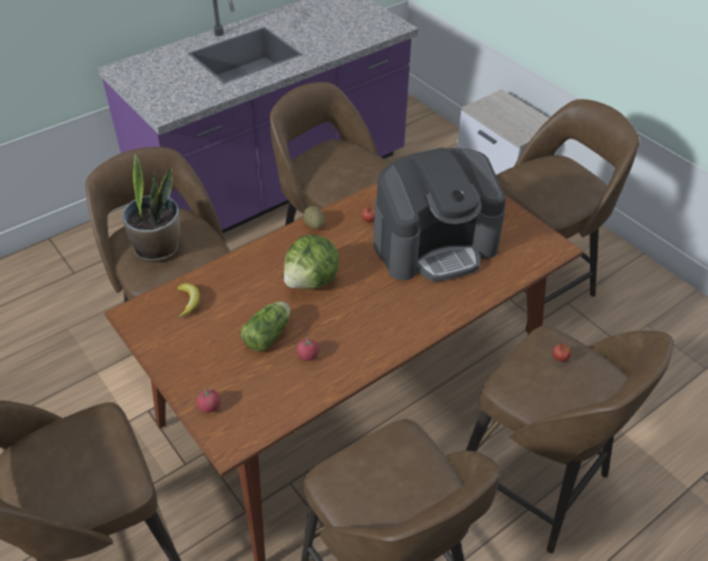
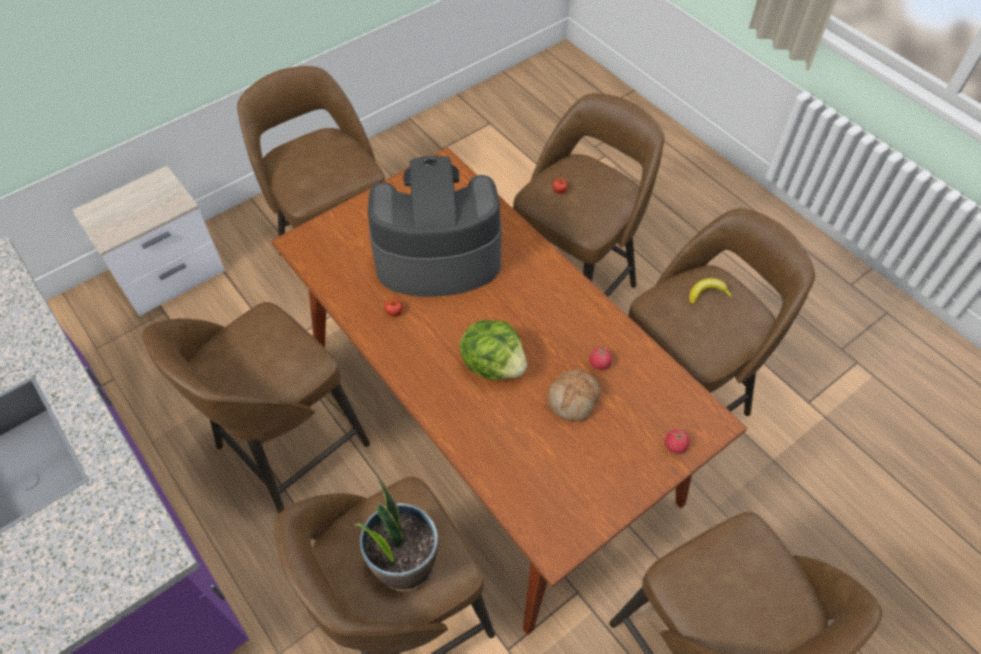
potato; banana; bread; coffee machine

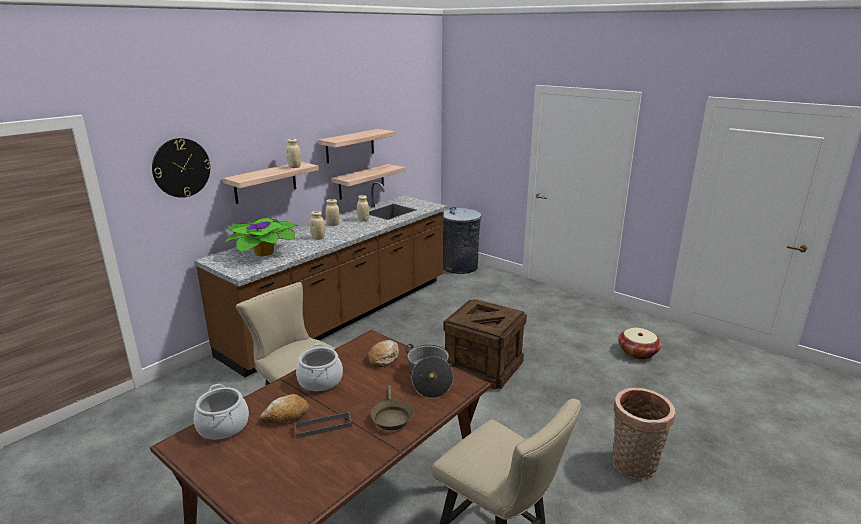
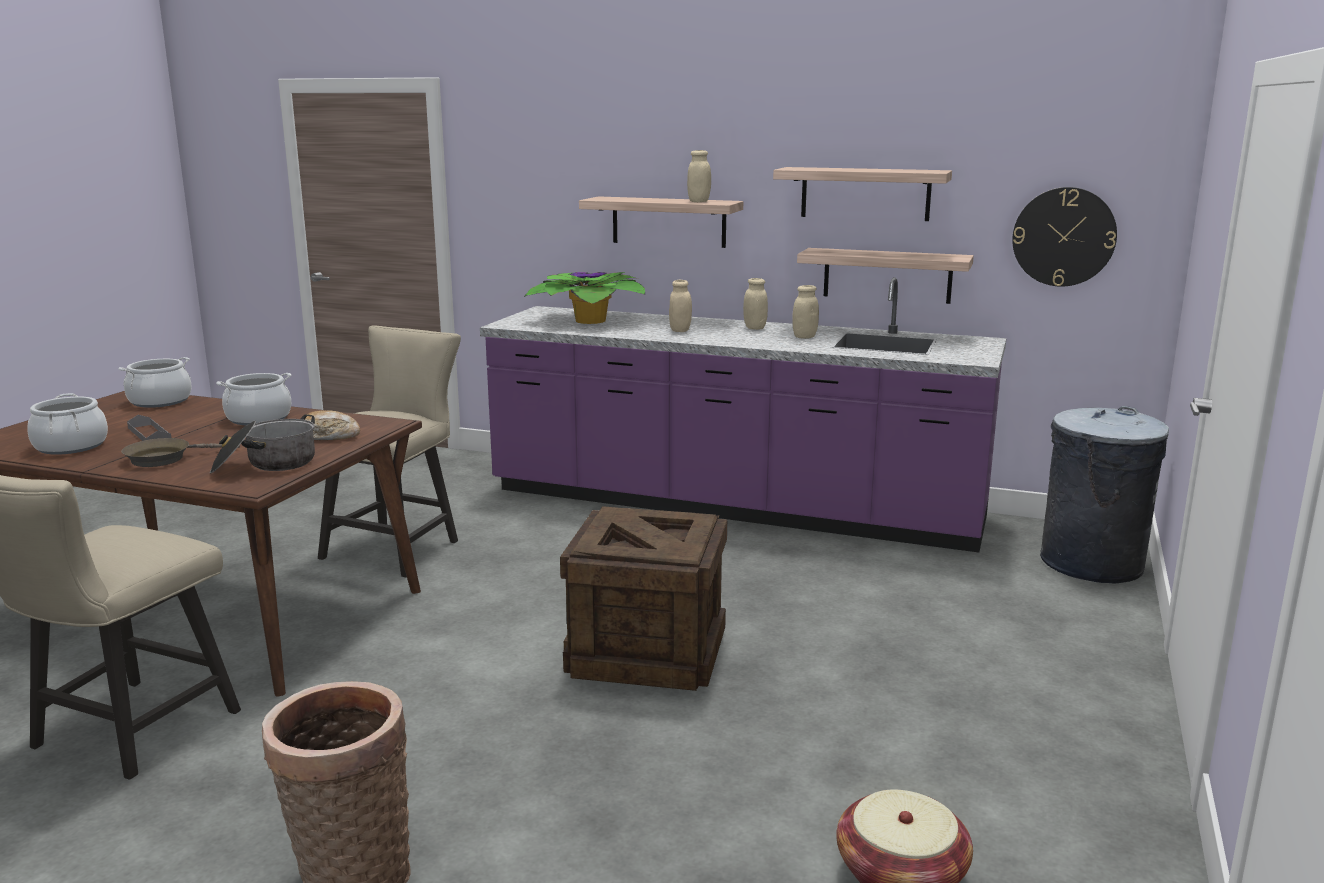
bread (1st from left in the first image); cooking pot (1st from left); wall clock; counter (purple)

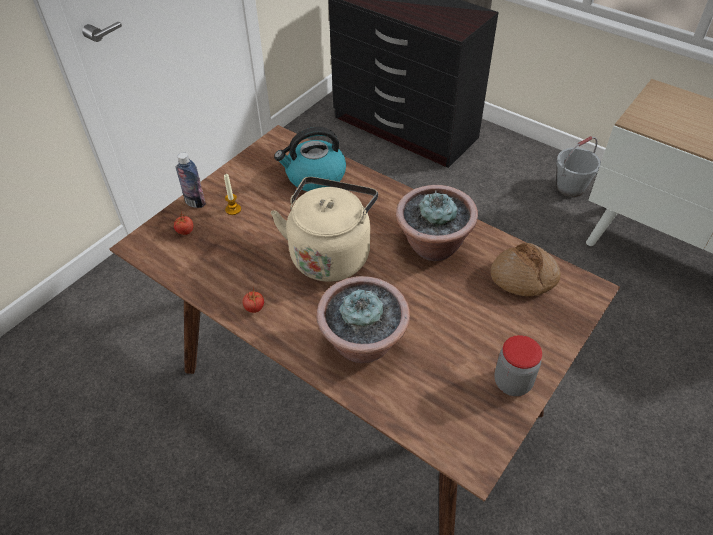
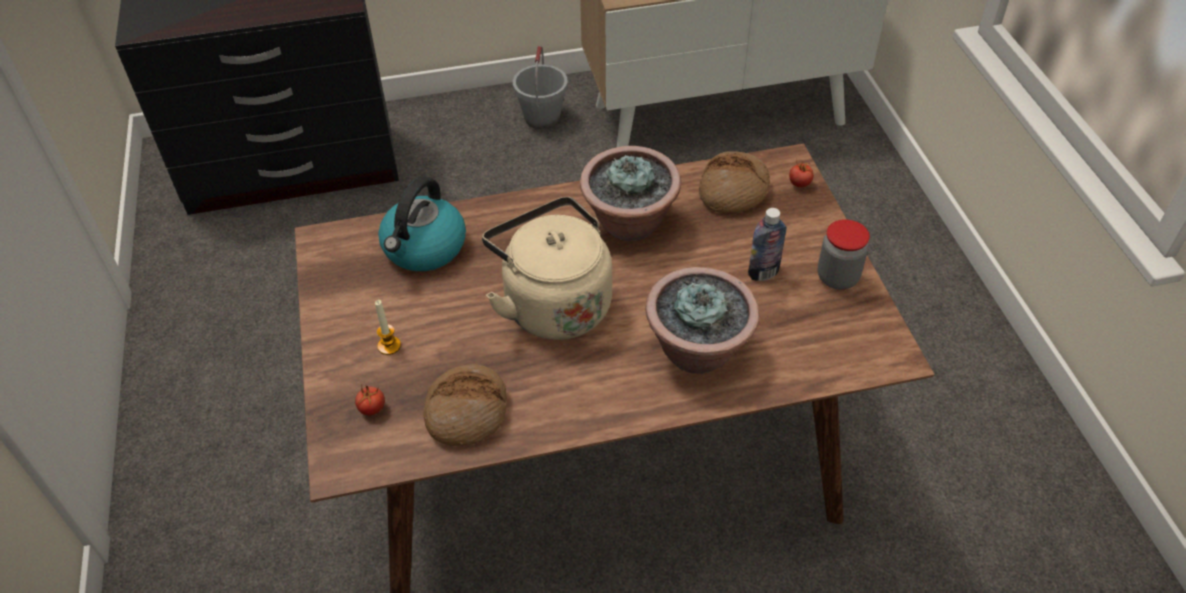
bread (1st from left); bottle; tomato (2nd from left)

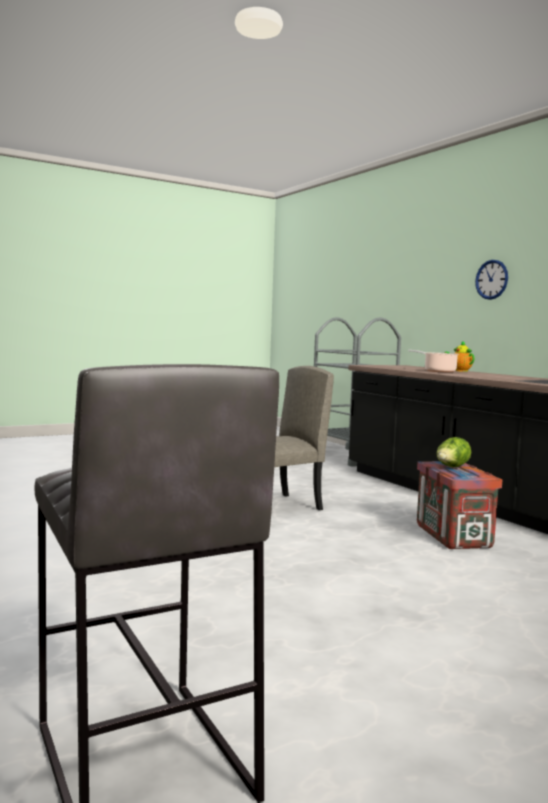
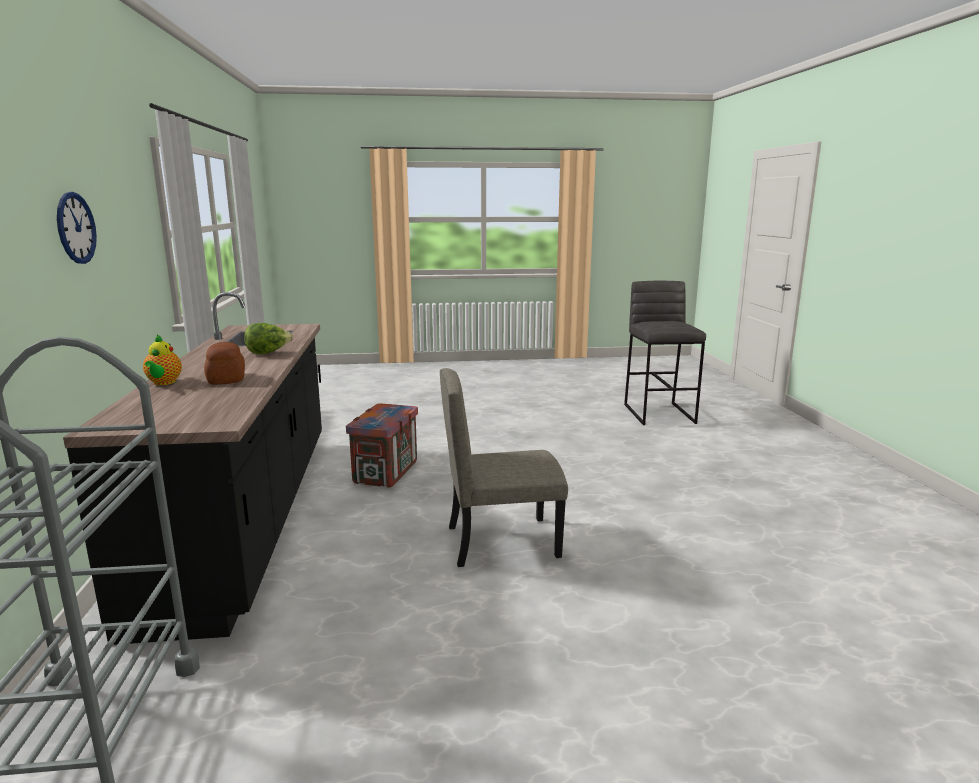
lettuce; bread

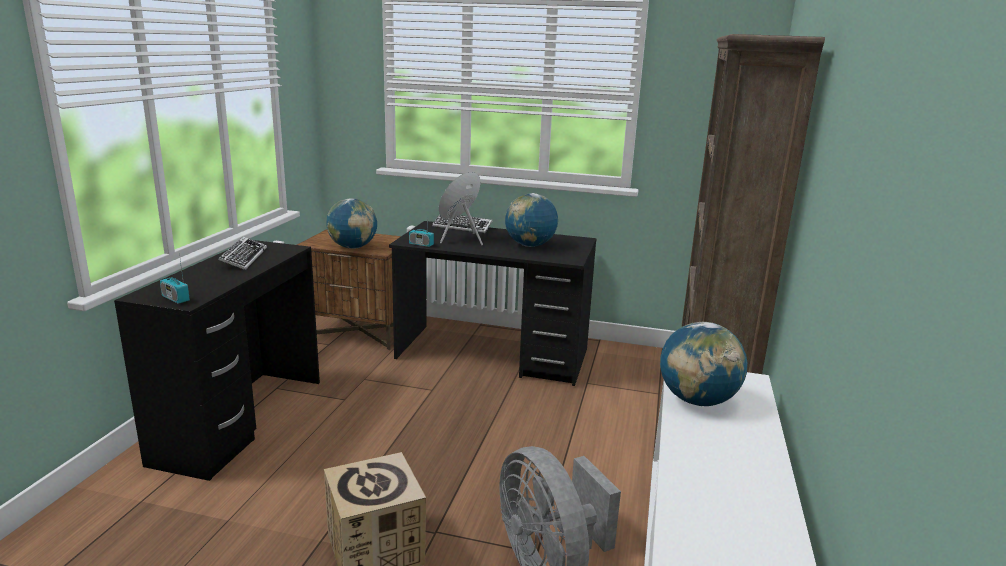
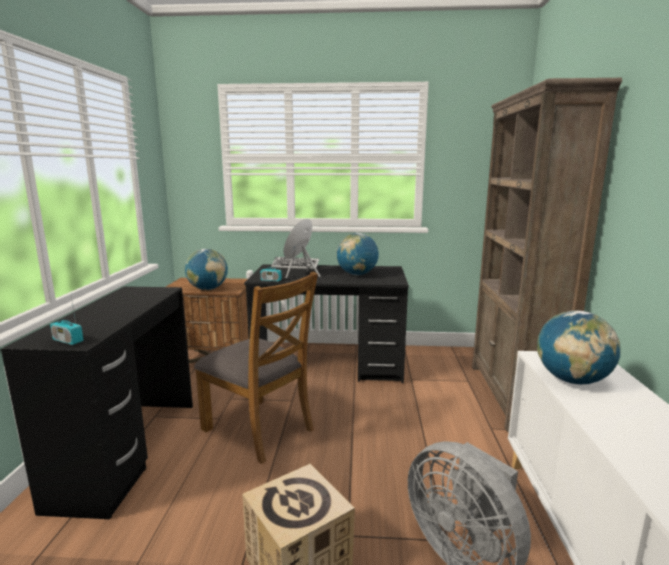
keyboard (1st from left in the first image); chair (brown)

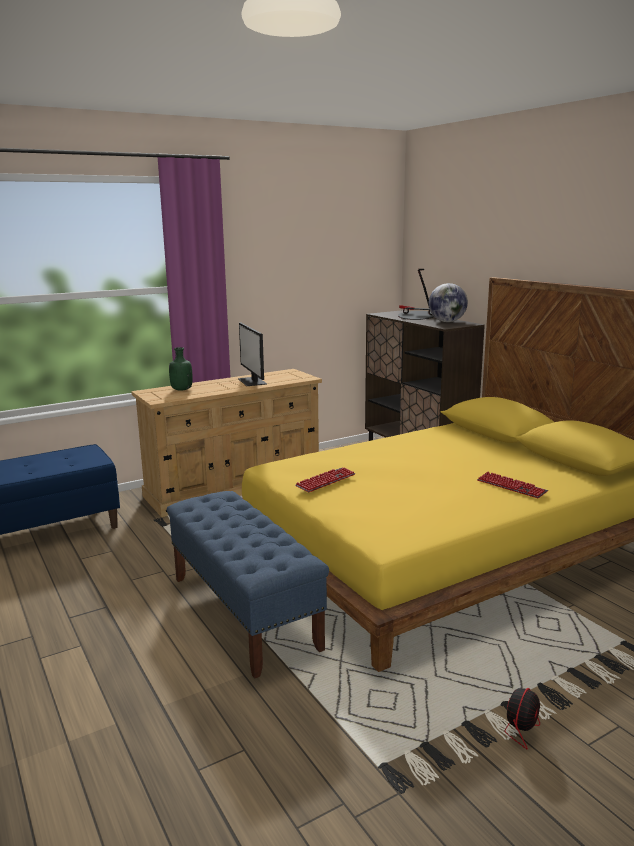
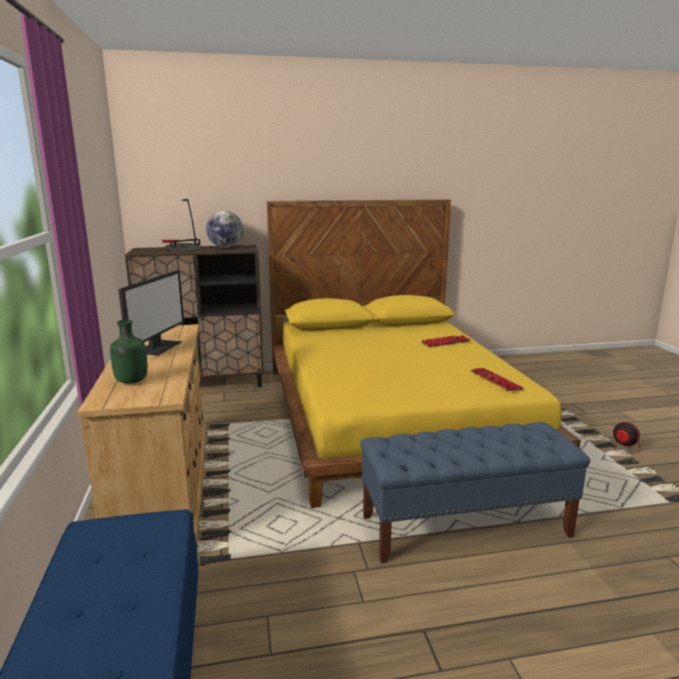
keyboard (2nd from left); monitor

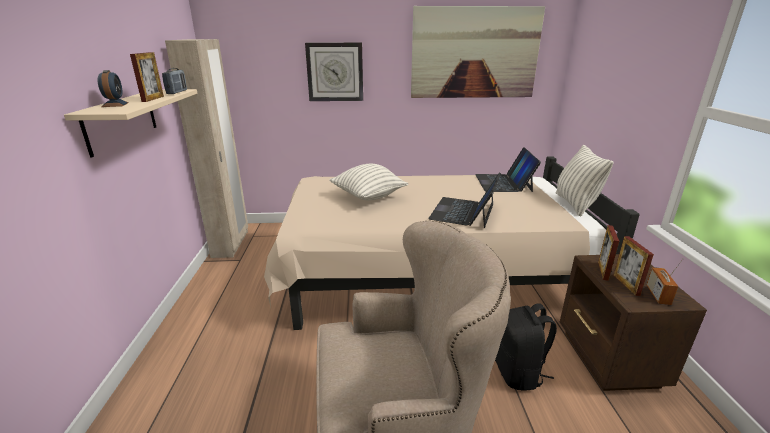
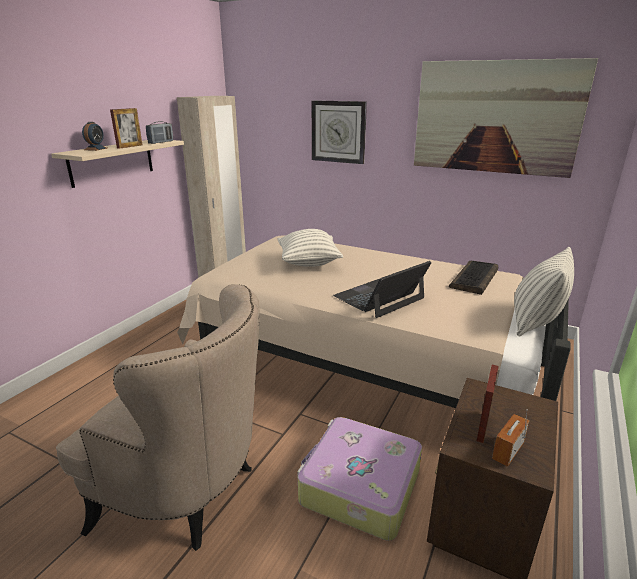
picture frame (2nd from left in the first image); keyboard; suitcase

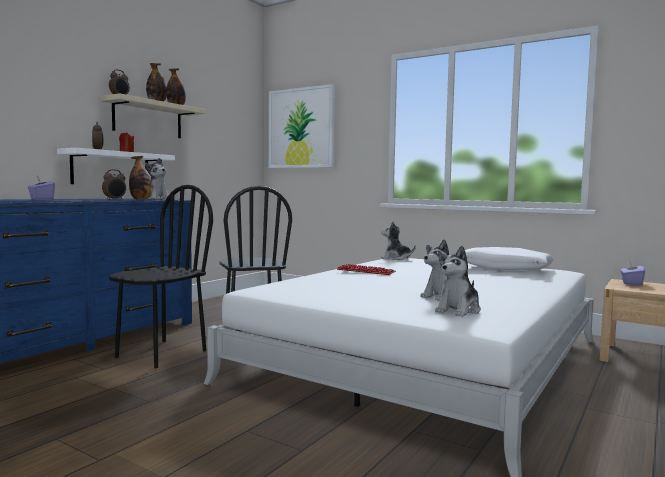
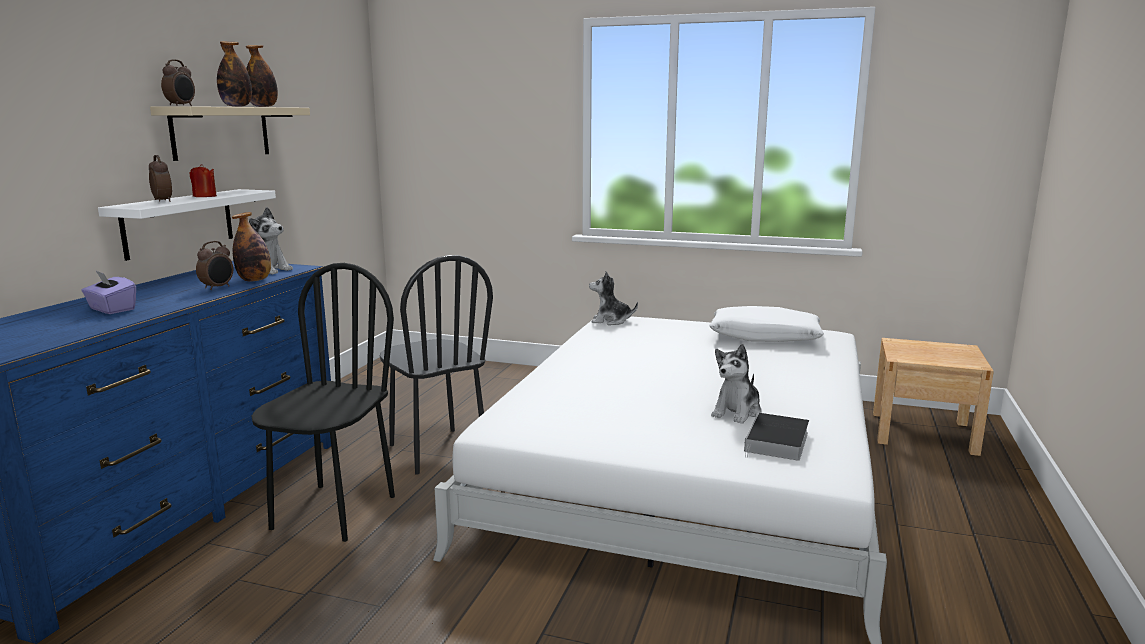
picture; keyboard; tissue box (purple) (2nd from left in the first image); book

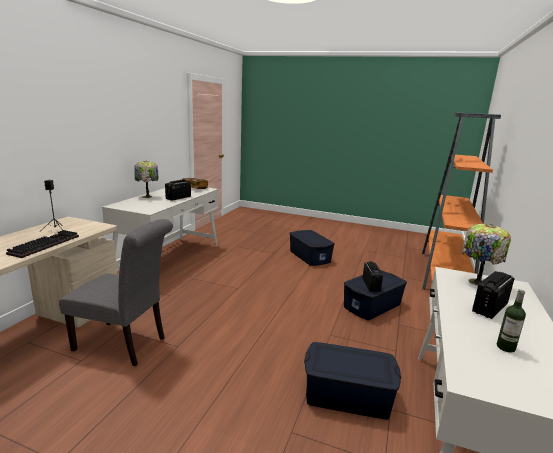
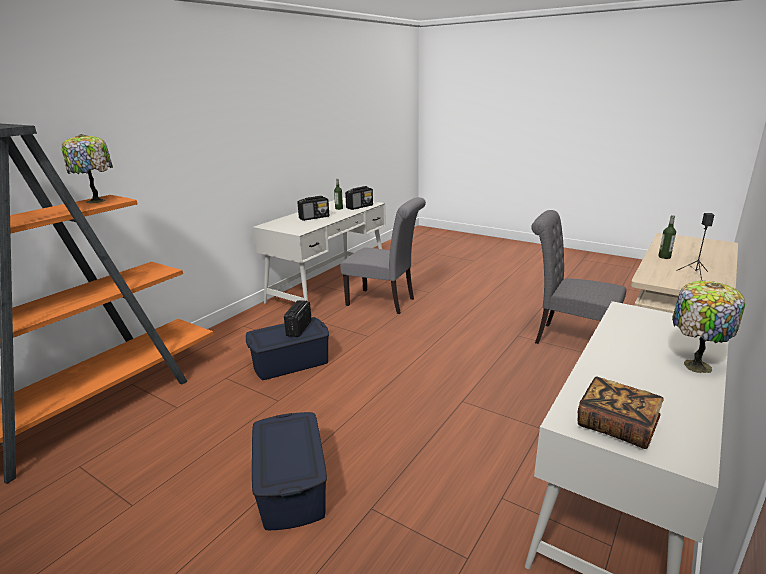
radio (3rd from left); table lamp (1st from left); bottle (2nd from left); chair (grey) (1st from left)

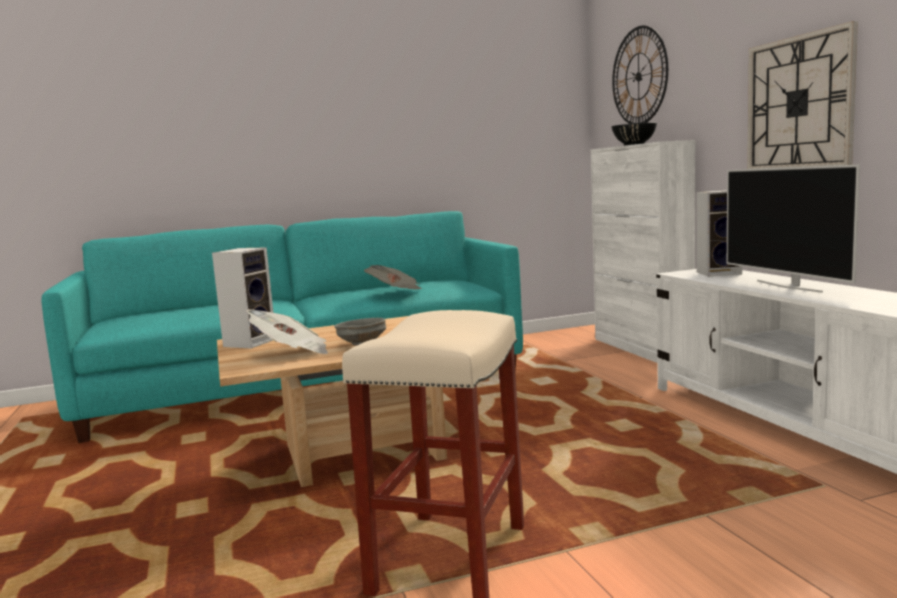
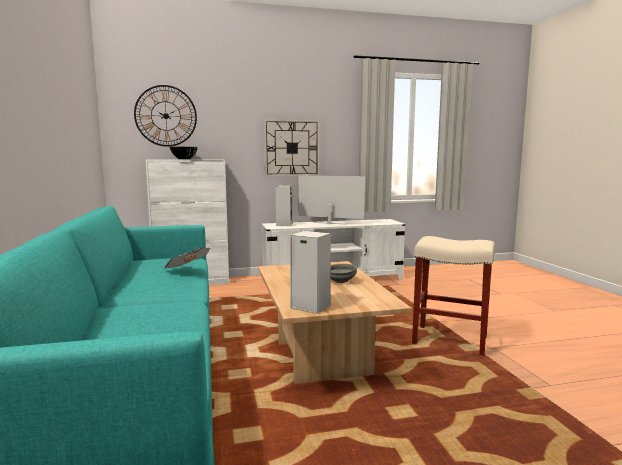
newspaper (1st from left in the first image); television

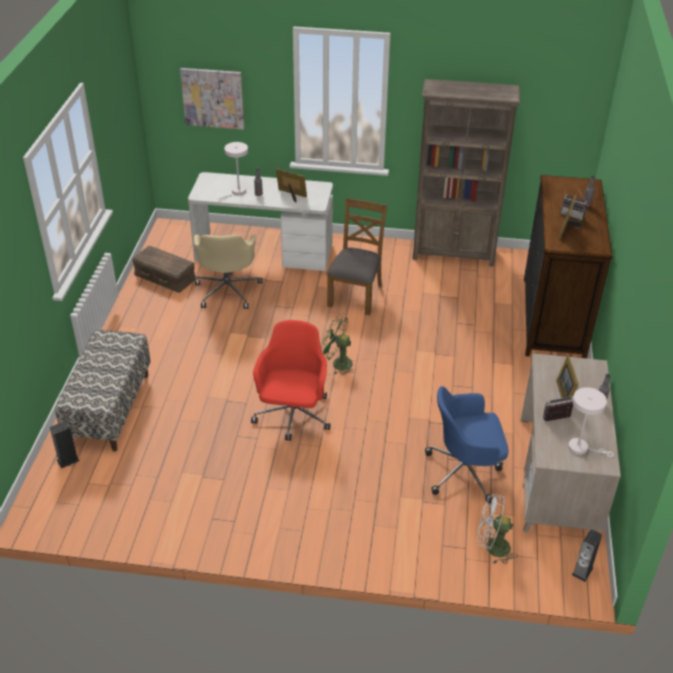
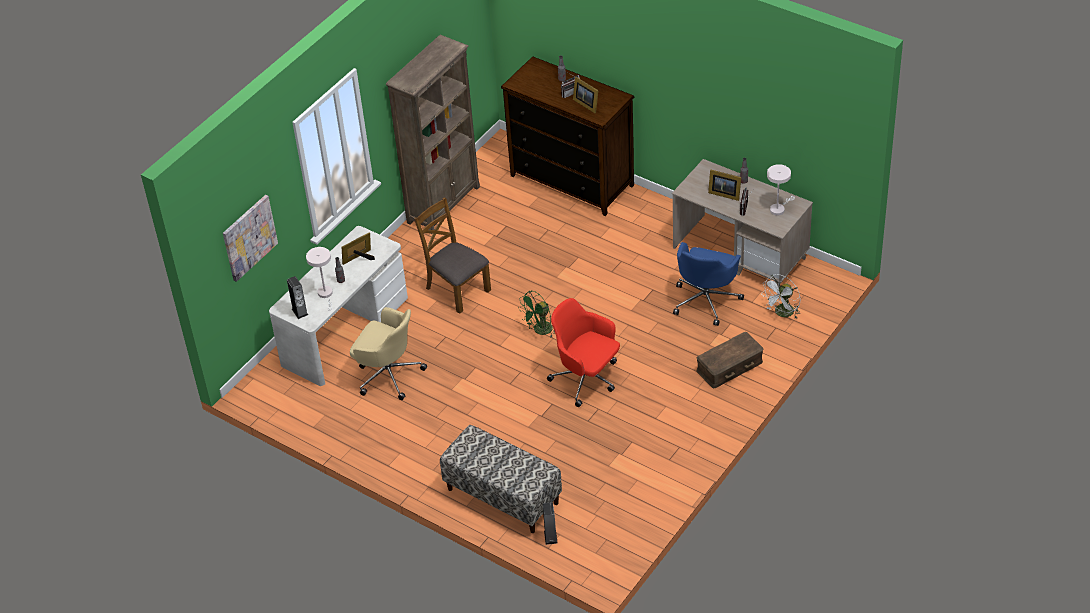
storage box (brown); speaker (1st from left)

